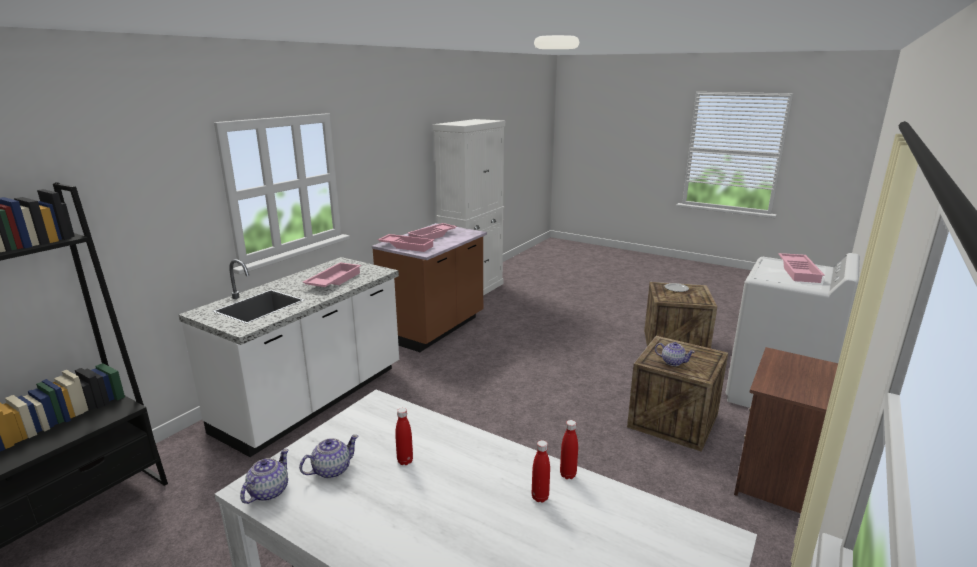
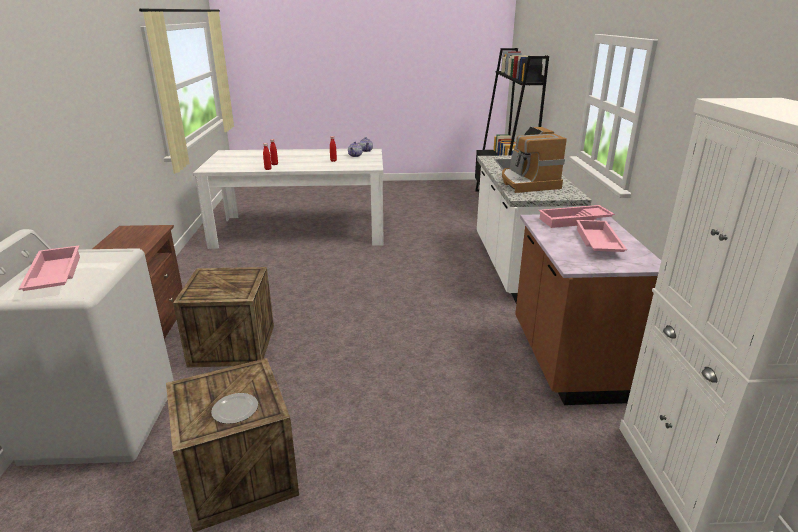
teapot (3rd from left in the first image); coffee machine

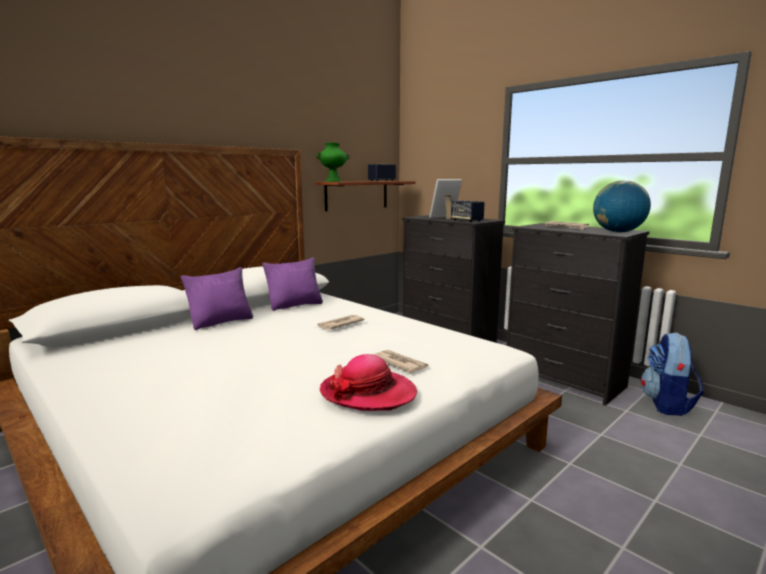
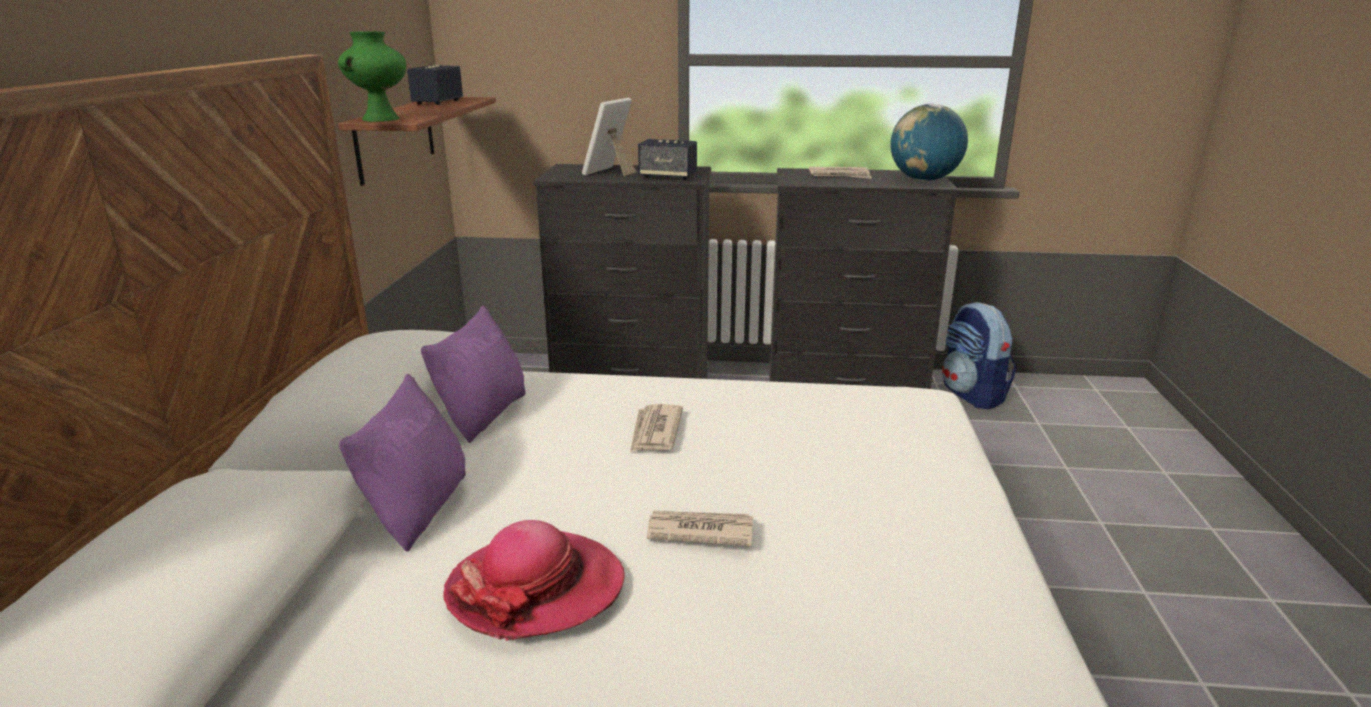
hat; newspaper (2nd from left)

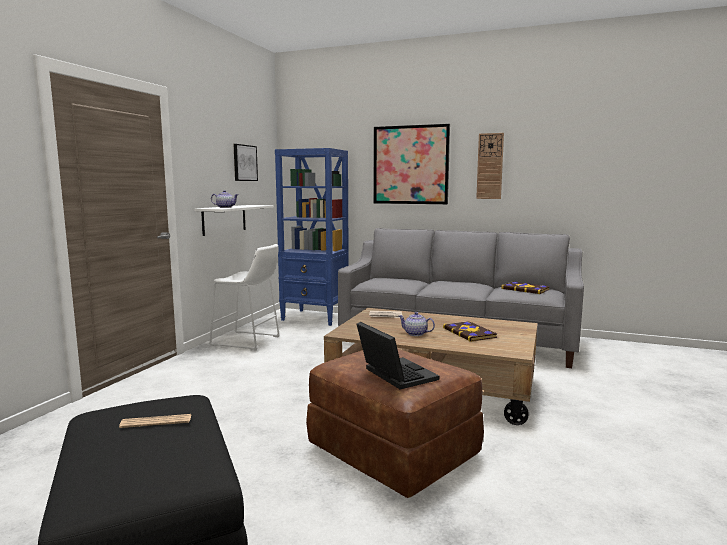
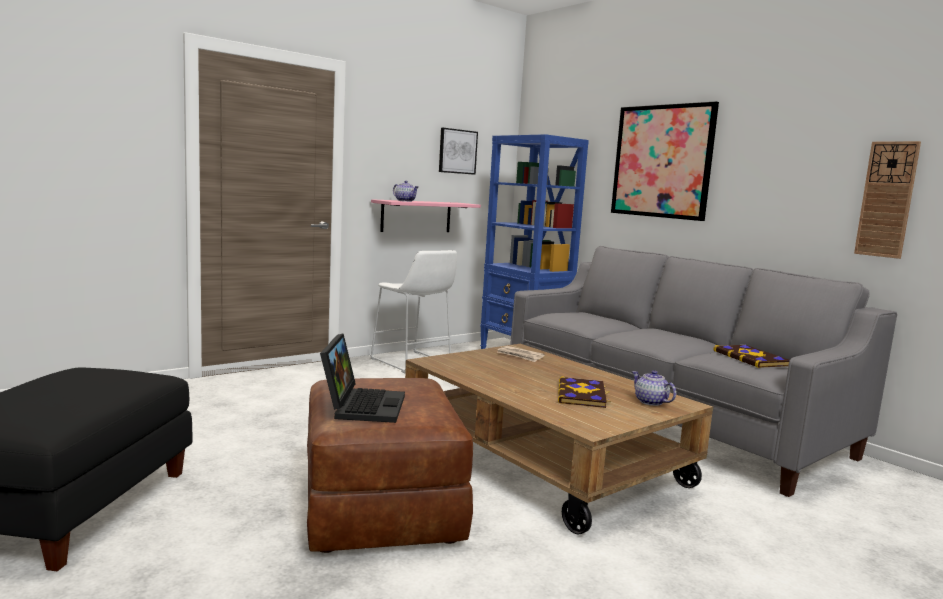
newspaper (1st from left in the first image); teapot (2nd from left); wall clock; shelf (pink)

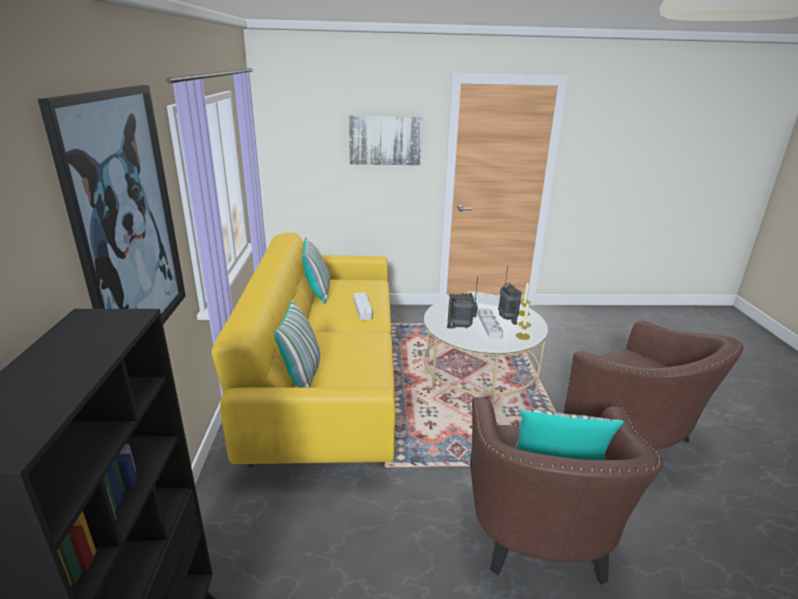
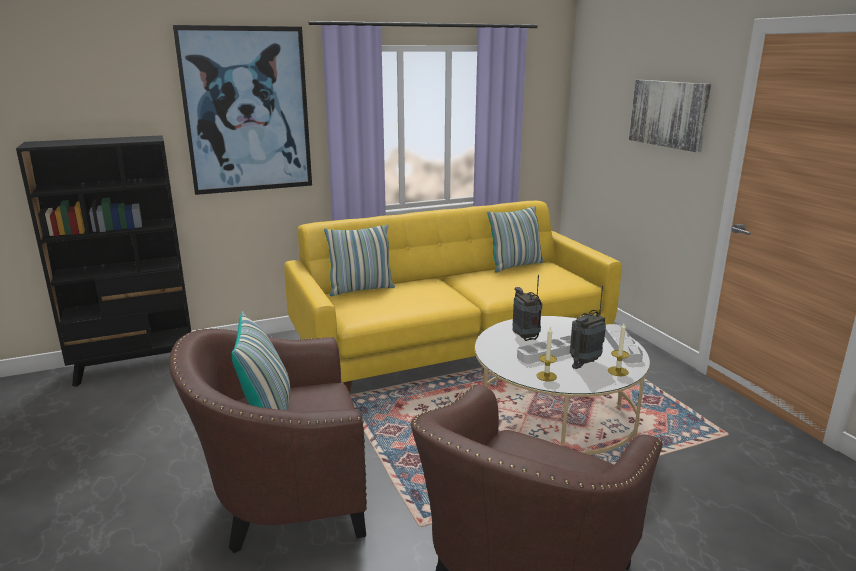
tray (grey) (1st from left in the first image)

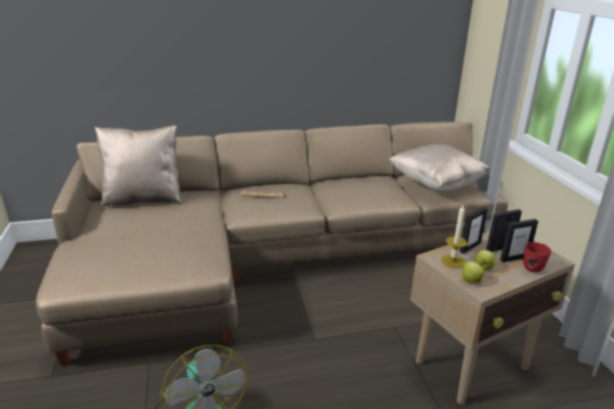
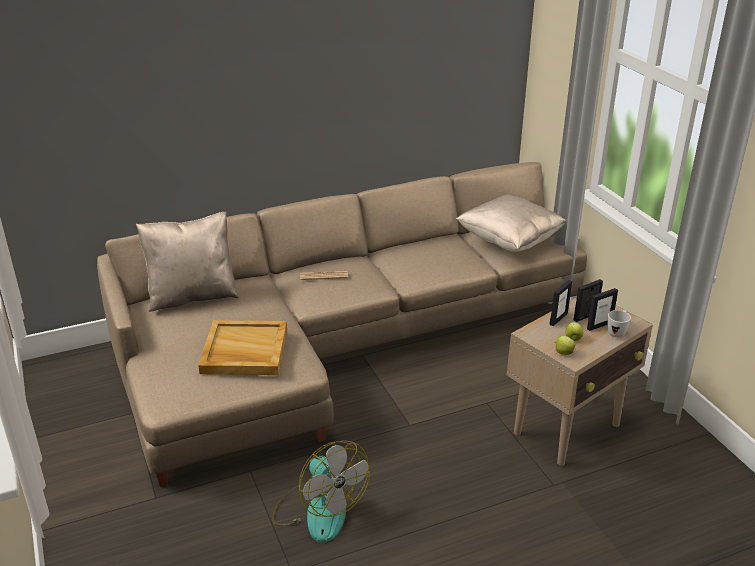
candle; tray (beige); mug (white)

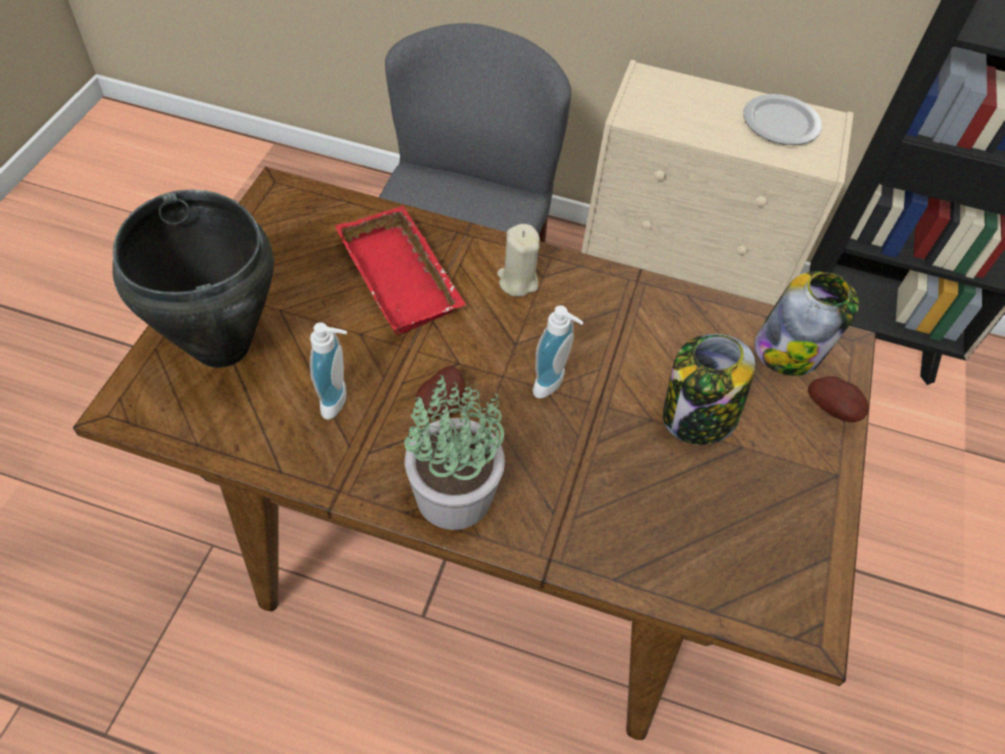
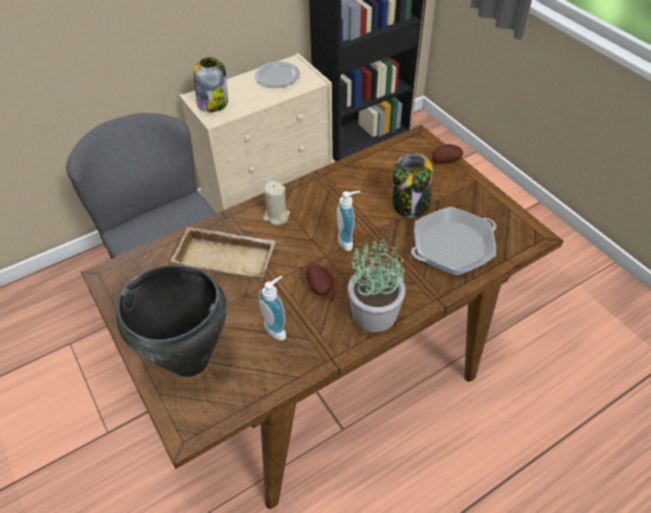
frying pan; jar (1st from left); tray (beige)

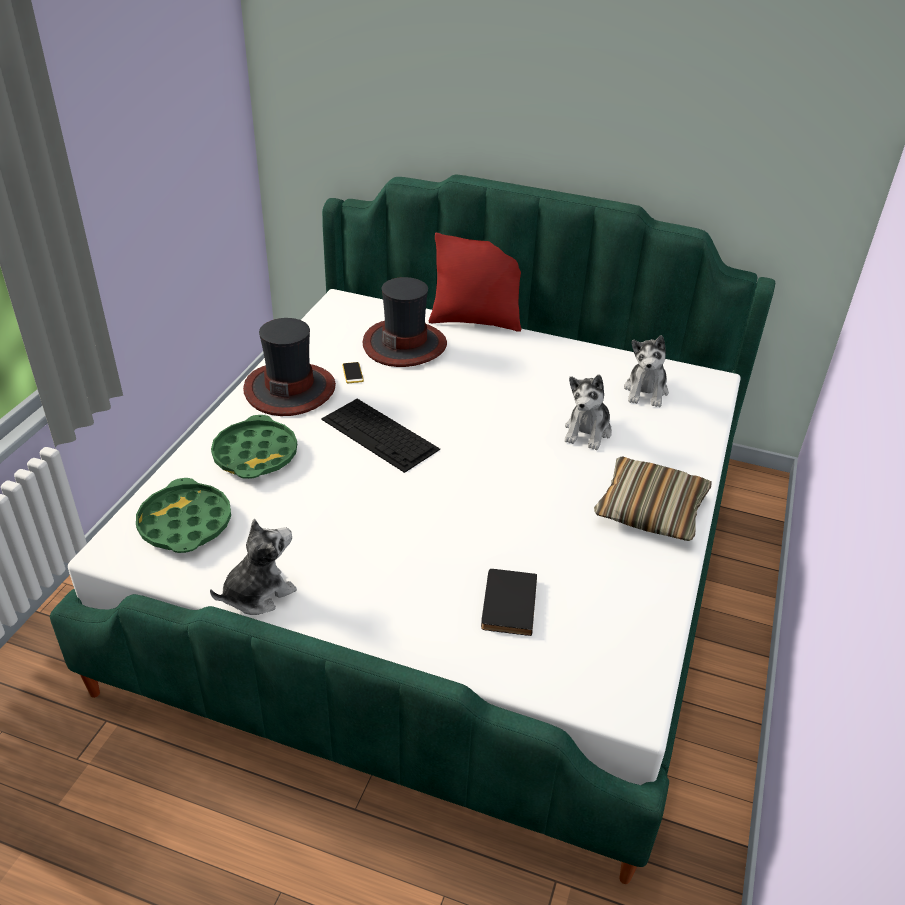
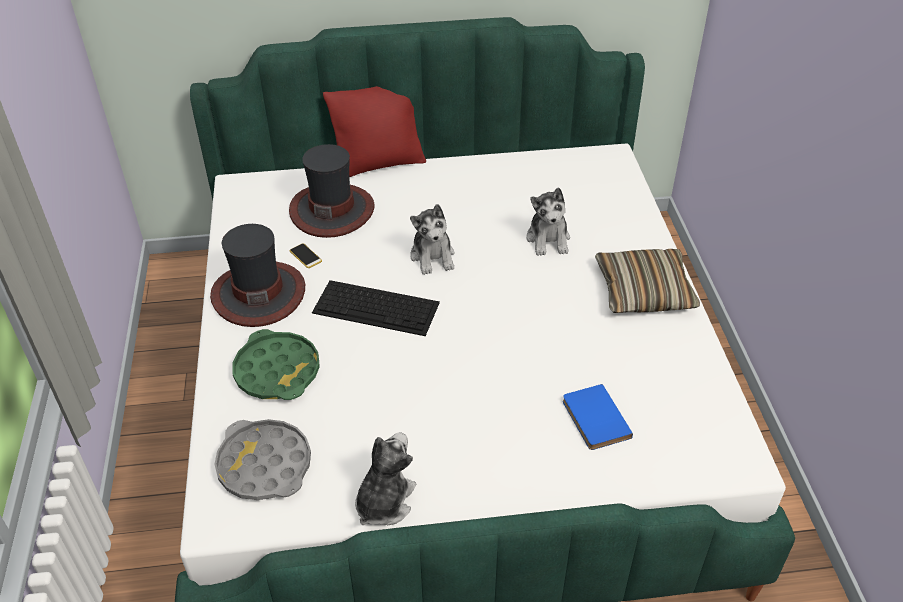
plush toy (2nd from left); tray (grey); book (blue)

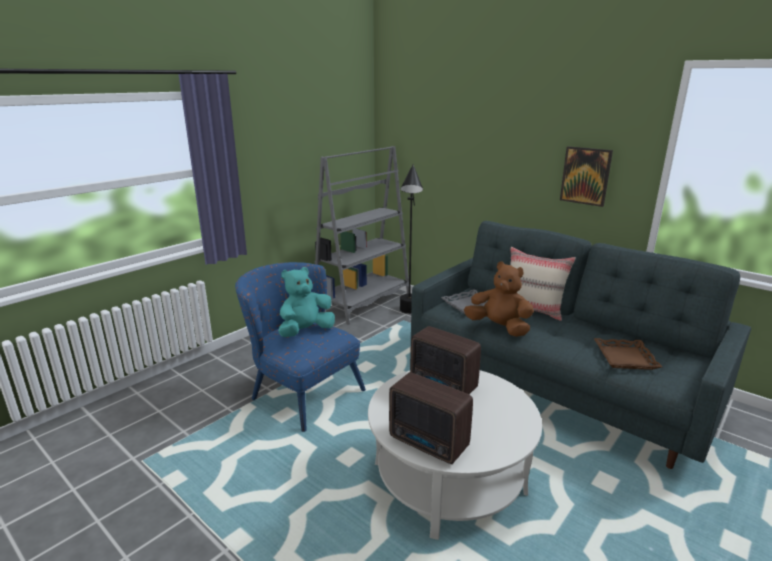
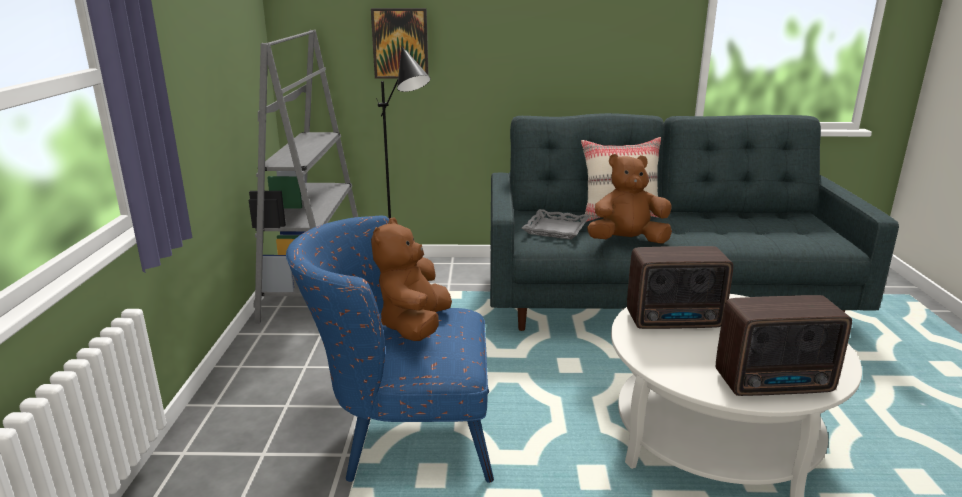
tray (brown); picture; plush toy (brown) (1st from left)

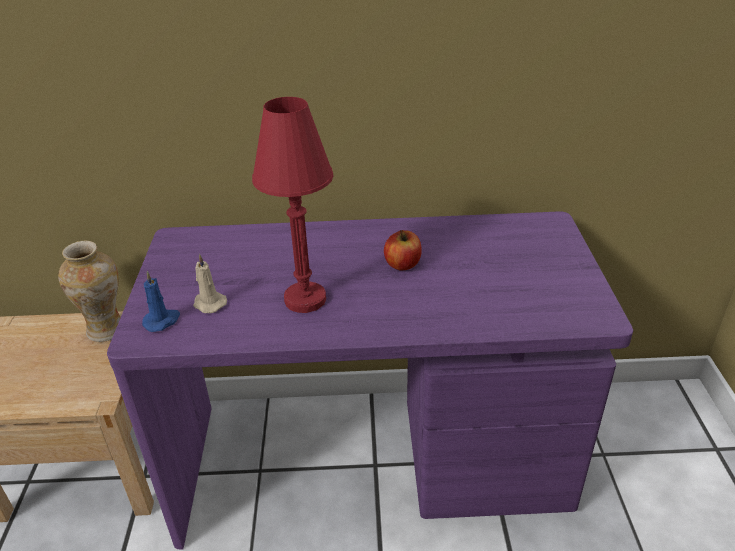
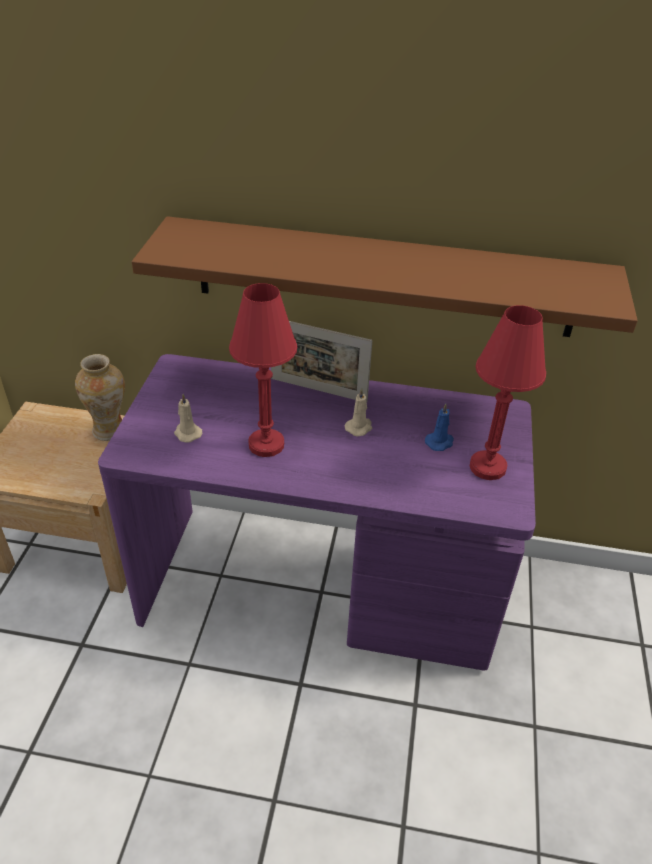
shelf (brown); picture frame; table lamp (red) (2nd from left); candle (blue); candle (beige) (2nd from left)

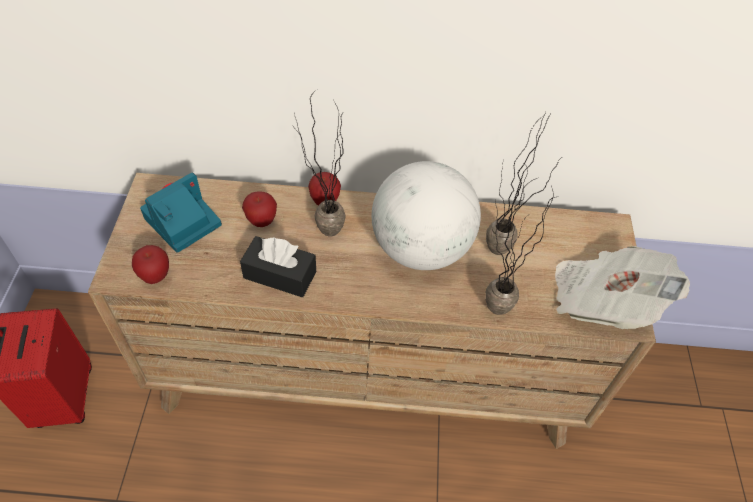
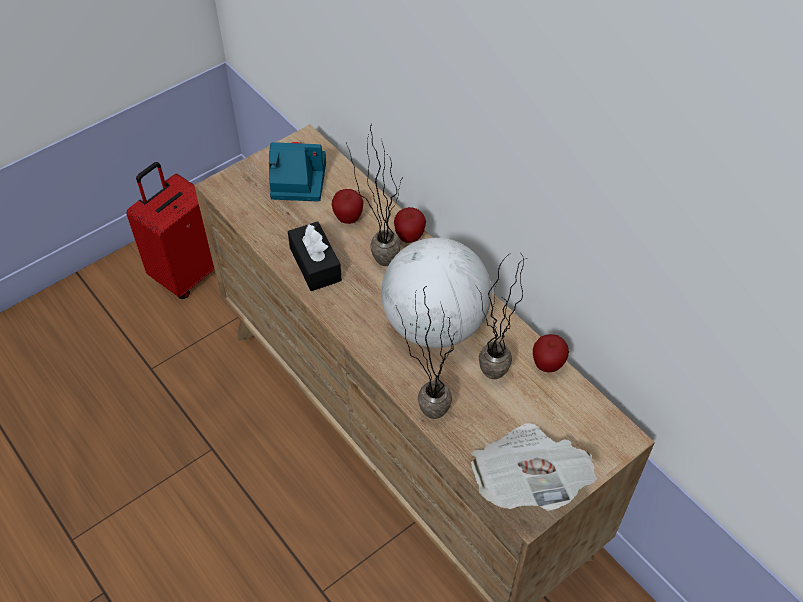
apple (3rd from left)

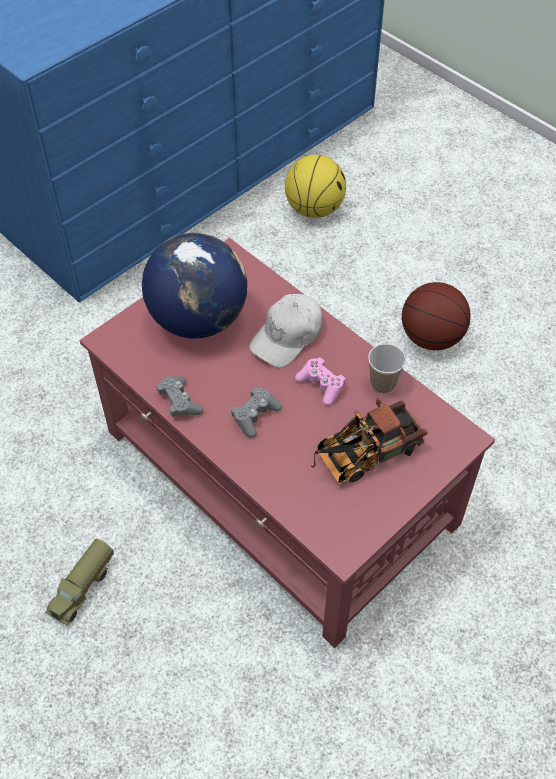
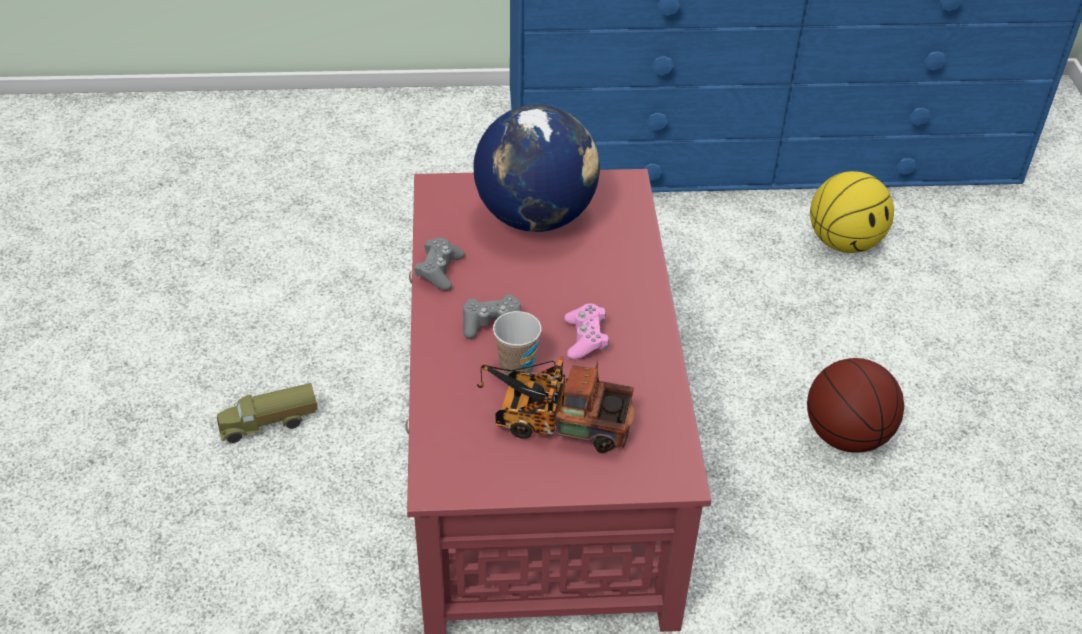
cap (white); cup

